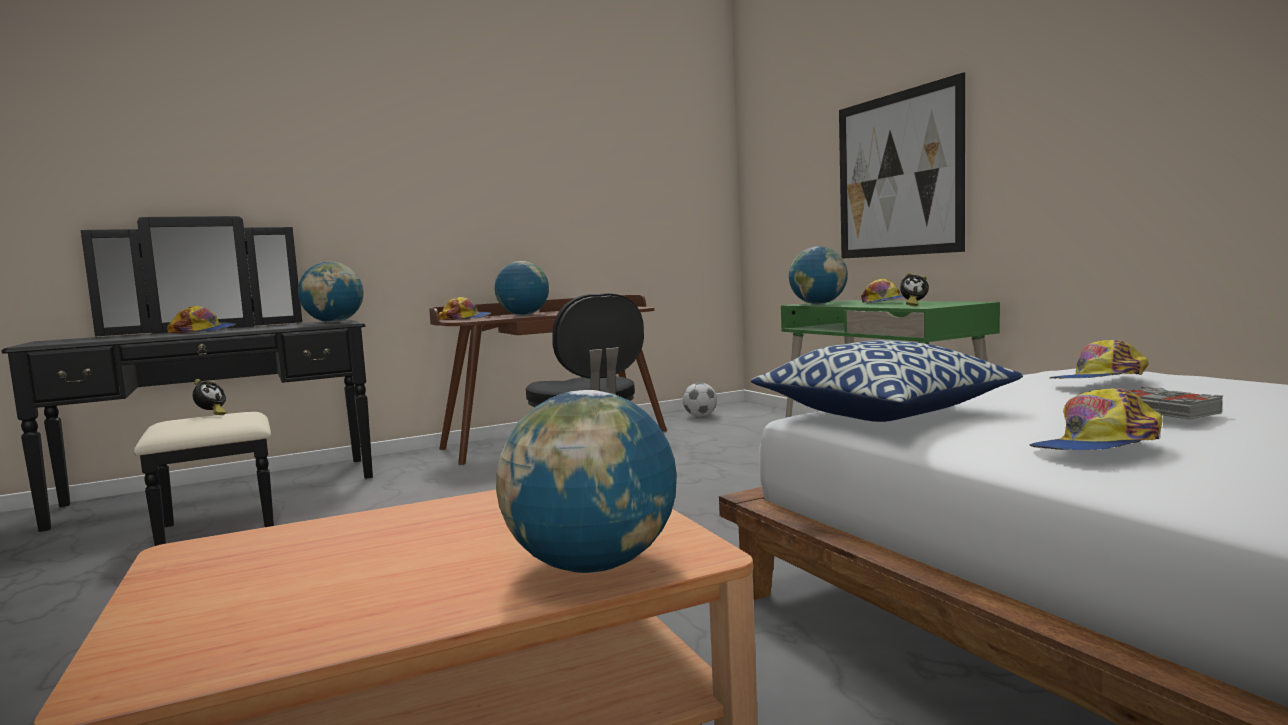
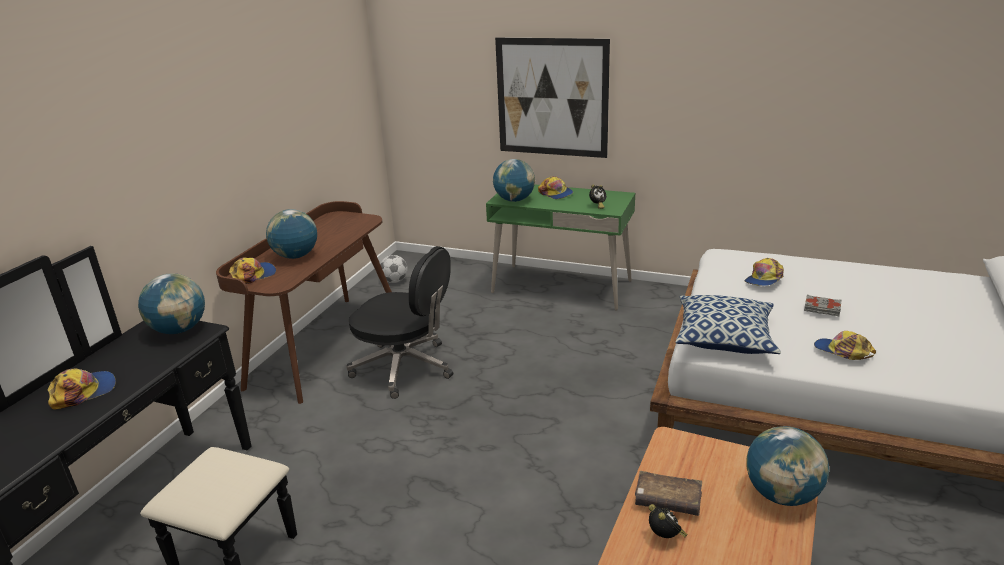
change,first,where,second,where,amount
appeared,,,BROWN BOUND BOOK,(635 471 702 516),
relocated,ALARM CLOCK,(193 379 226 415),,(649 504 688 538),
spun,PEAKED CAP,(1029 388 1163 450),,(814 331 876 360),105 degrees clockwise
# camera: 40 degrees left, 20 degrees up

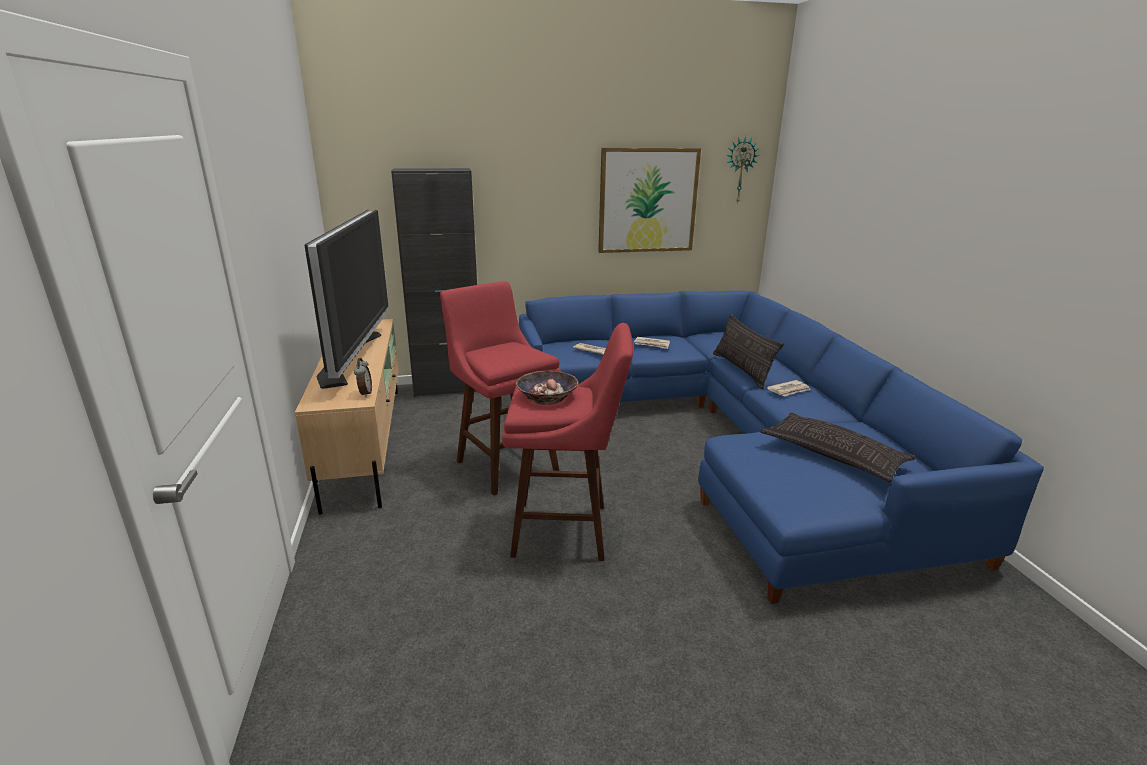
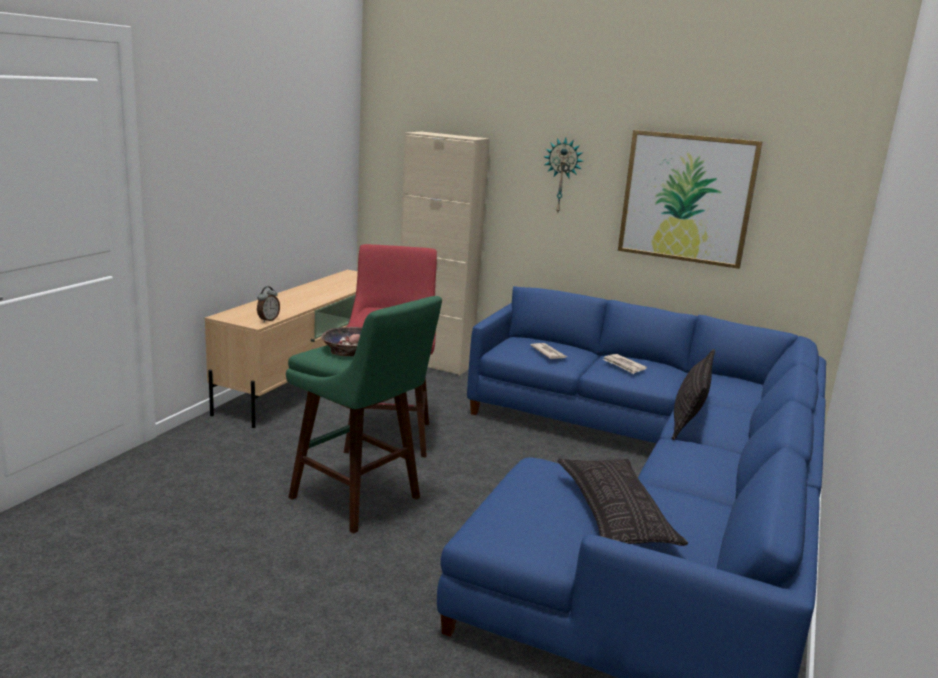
change,first,where,second,where,amount
missing,TV,(304 210 388 389),,,
missing,PRINTED PAPER,(767 380 810 396),,,
relocated,HANGING CLOCK,(726 136 760 204),,(544 138 583 212),
colour,BLACK CUPBOARD,(391 168 477 397),BEIGE CUPBOARD,(400 132 490 376),
colour,REDDISH STOOL,(502 323 633 561),GREEN-COLOURED STOOL,(286 296 442 534),
# camera: 35 degrees right, 5 degrees down

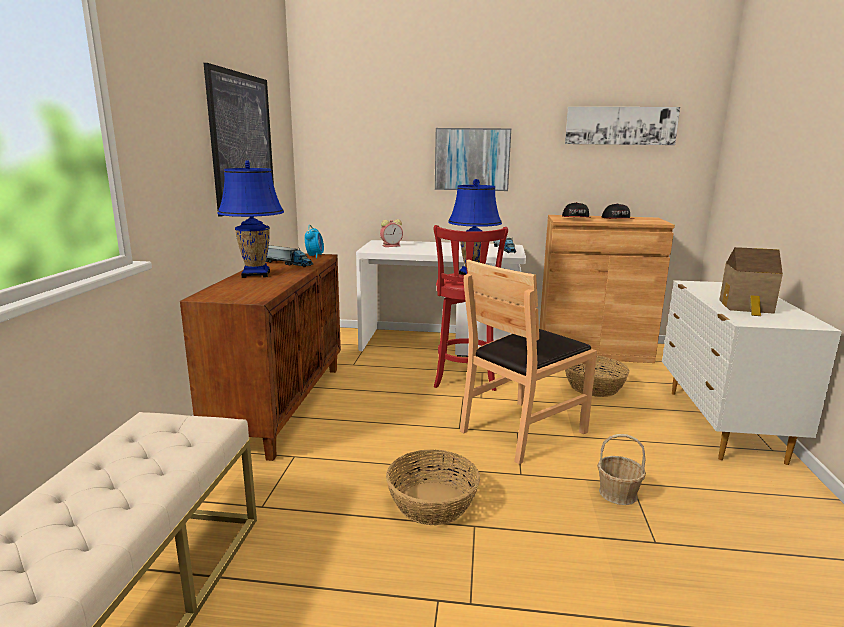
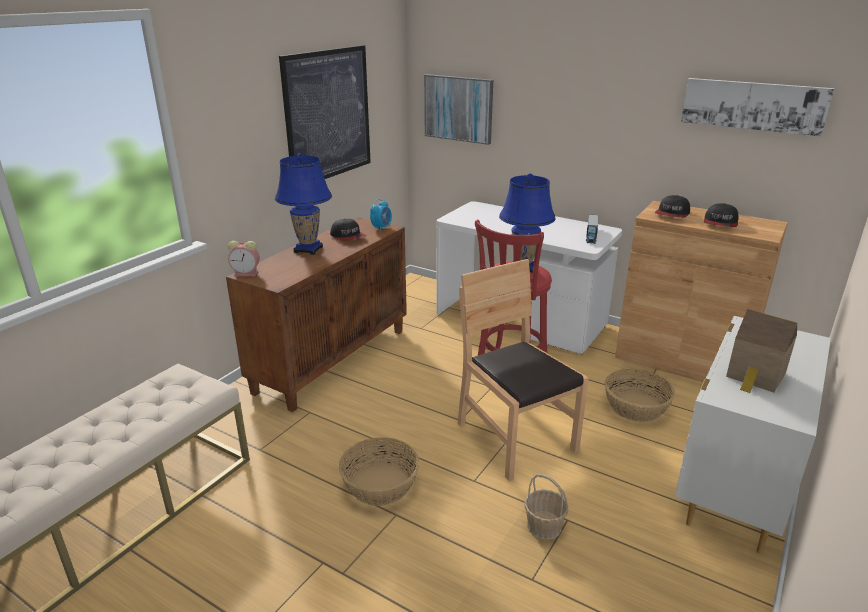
change,first,where,second,where,amount
relocated,ALARM CLOCK,(380 219 403 247),,(228 241 260 276),
relocated,WALL ART,(435 128 511 191),,(424 74 493 145),
exchanged,TOY LORRY,(266 245 313 267),PEAKED CAP,(330 219 366 241),
spun,BROWN CHAIR,(460 259 597 464),,(458 259 589 481),75 degrees clockwise
# camera: 25 degrees right, 10 degrees up

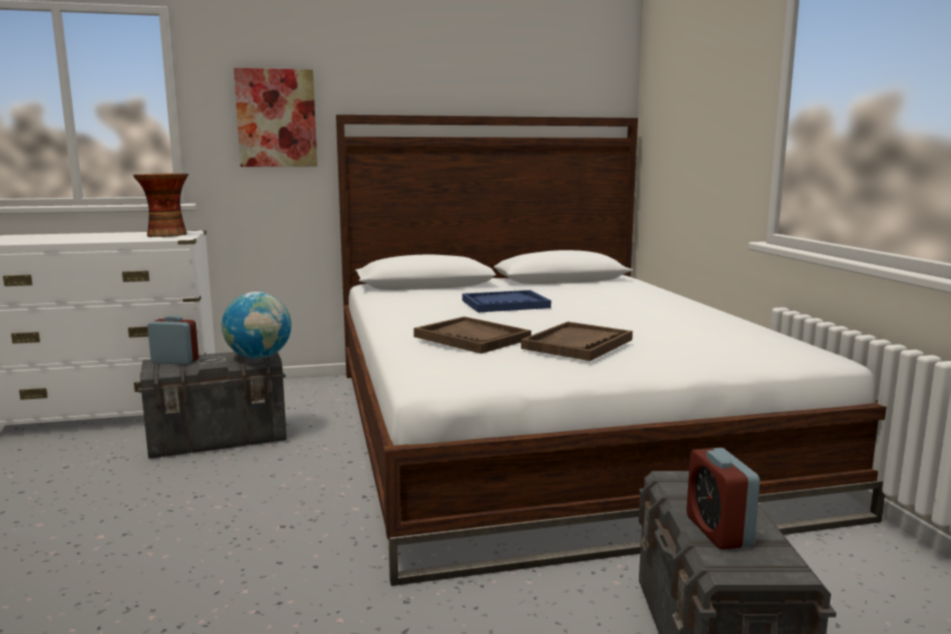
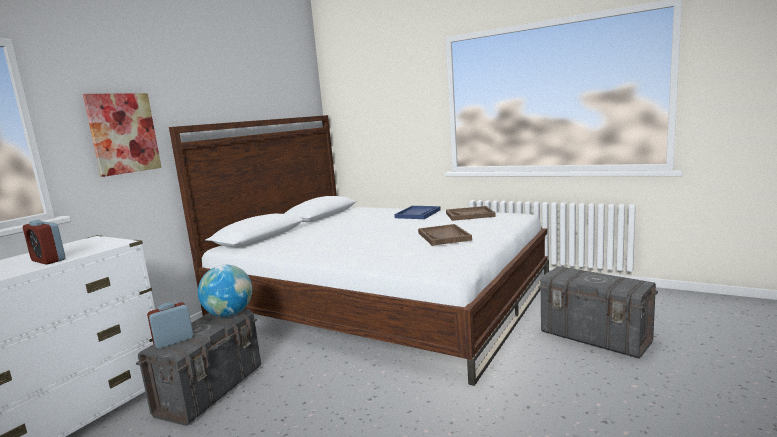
change,first,where,second,where,amount
missing,VASE,(133 173 189 237),,,
relocated,BROWN CARRYING TRAY,(414 317 531 354),,(446 206 496 221),
relocated,BLUE CARRYING TRAY,(462 290 551 312),,(394 206 441 219),
relocated,ALARM CLOCK,(686 448 760 550),,(23 220 66 265),
# camera: 45 degrees left, 0 degrees up

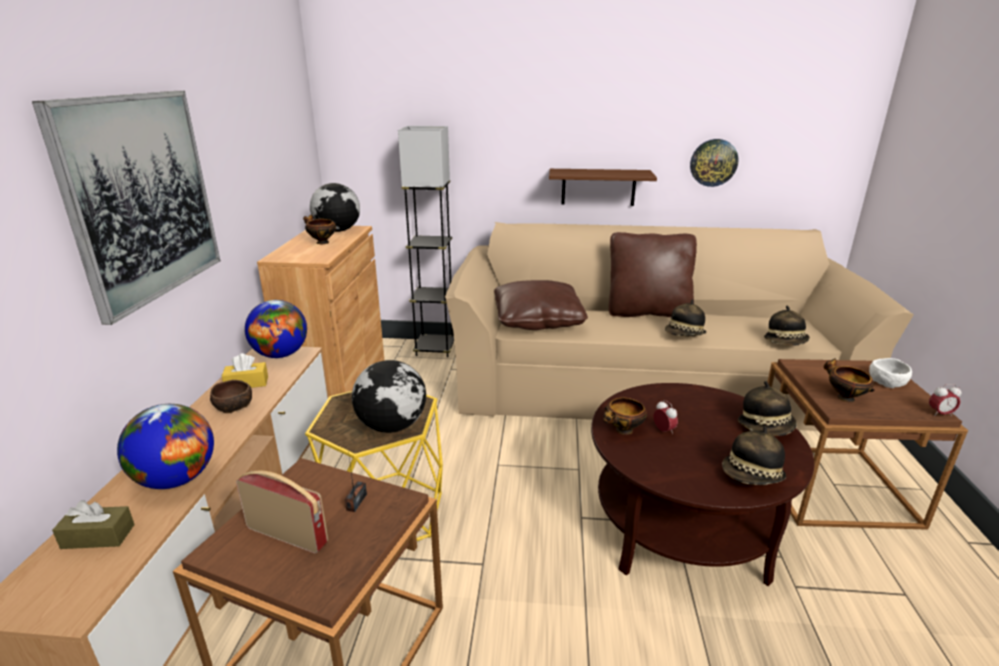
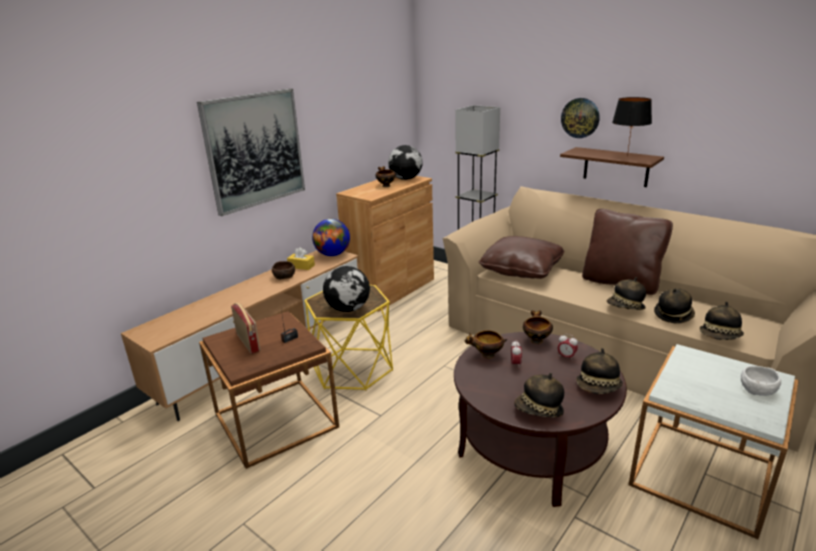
change,first,where,second,where,amount
missing,BROWN BOX OF TISSUES,(52 500 135 549),,,
missing,WORLD GLOBE,(117 404 214 489),,,
appeared,,,BLACK TABLETOP LAMP,(612 97 652 156),
appeared,,,CLOTHING HAT,(654 288 695 324),
relocated,HANGING CLOCK,(690 139 739 187),,(561 98 600 138),
relocated,BOWL,(824 358 875 402),,(523 310 553 344),
relocated,ALARM CLOCK,(929 384 961 416),,(558 334 578 359),
colour,BROWN END TABLE,(767 359 968 530),WHITE END TABLE,(629 344 799 539),
# camera: 35 degrees right, 0 degrees up

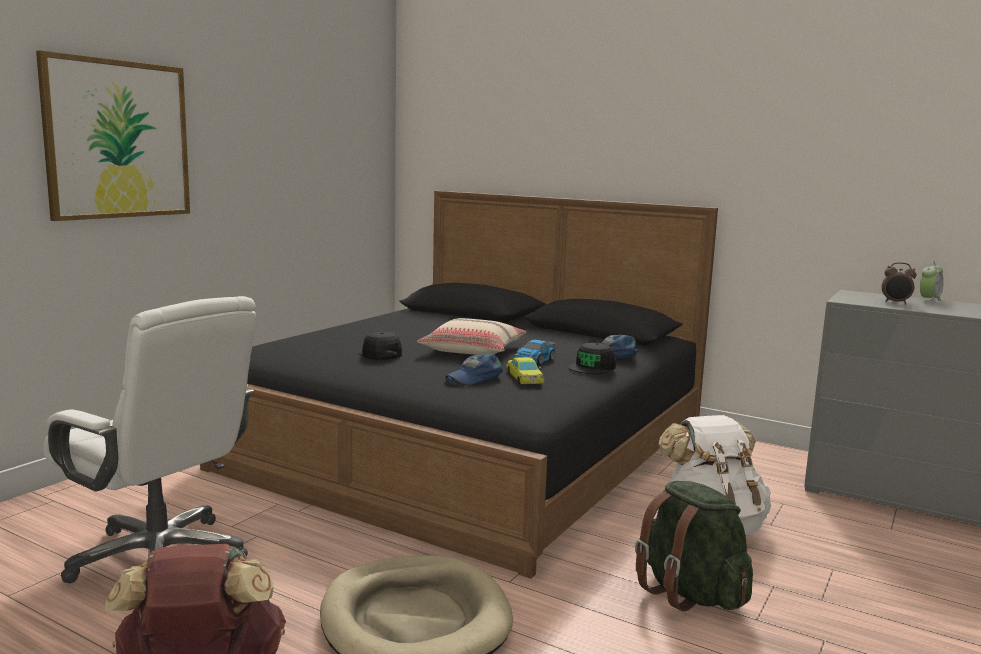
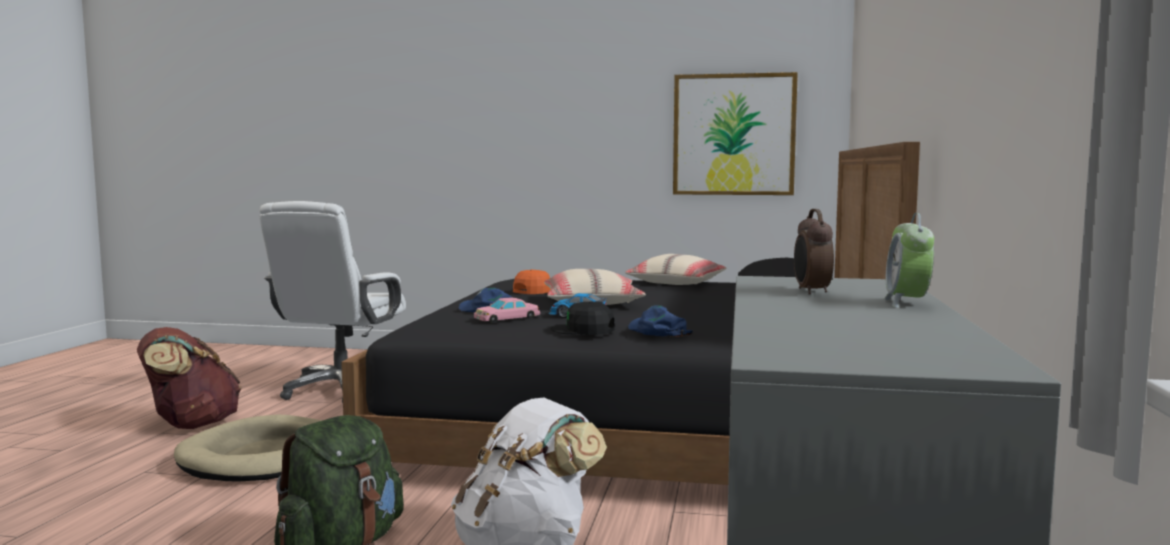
change,first,where,second,where,amount
appeared,,,BEIGE THROW PILLOW,(625 254 727 285),
relocated,WALL ART,(36 50 190 221),,(673 72 798 195),
colour,BLACK PEAKED CAP,(358 332 402 360),ORANGE-COLOURED PEAKED CAP,(513 269 551 294),
colour,YELLOW MINIATURE CAR,(506 357 544 384),PINK MINIATURE CAR,(474 297 540 323),
spun,ALARM CLOCK,(920 261 944 303),,(883 213 934 308),75 degrees clockwise
# camera: 70 degrees right, 5 degrees down

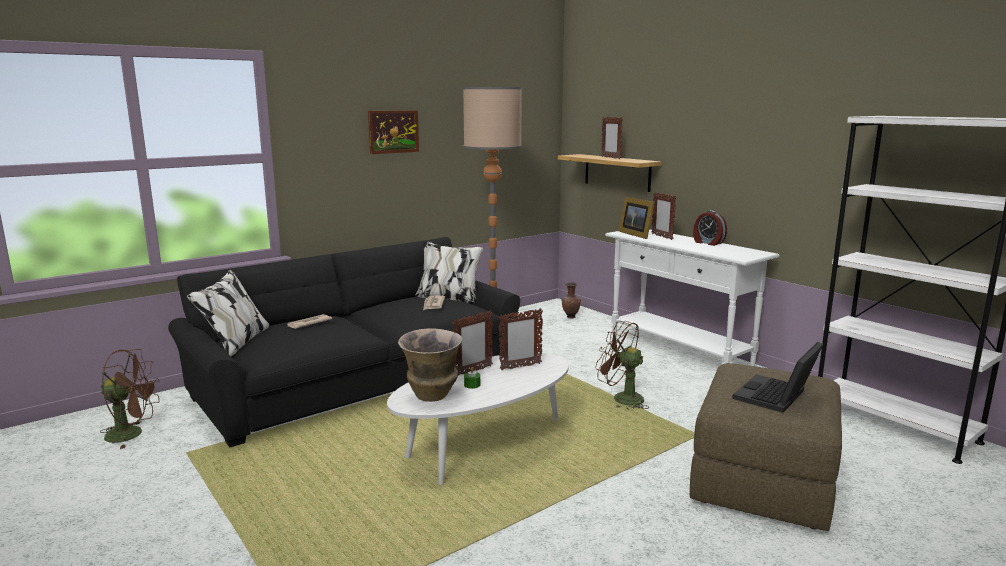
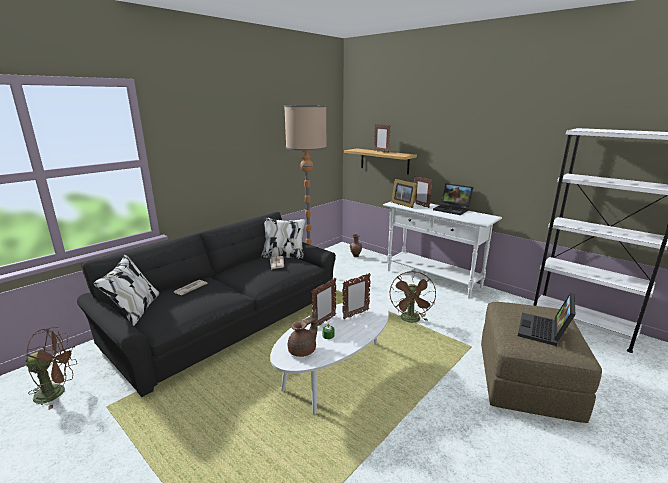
change,first,where,second,where,amount
missing,WALL ART,(368 110 419 154),,,
exchanged,VASE,(398 328 463 402),BROWN TEAPOT,(288 309 318 357),
exchanged,ALARM CLOCK,(693 211 727 246),NOTEBOOK COMPUTER,(433 183 473 215),
spun,BROWN COOLING FAN,(595 321 649 410),,(390 271 436 323),105 degrees counterclockwise
# camera: 10 degrees left, 5 degrees up

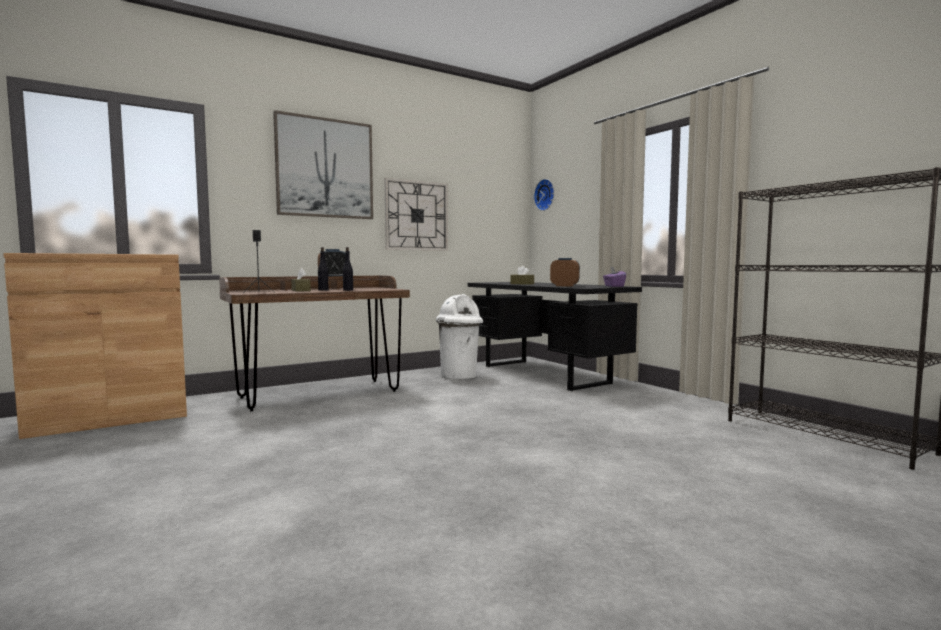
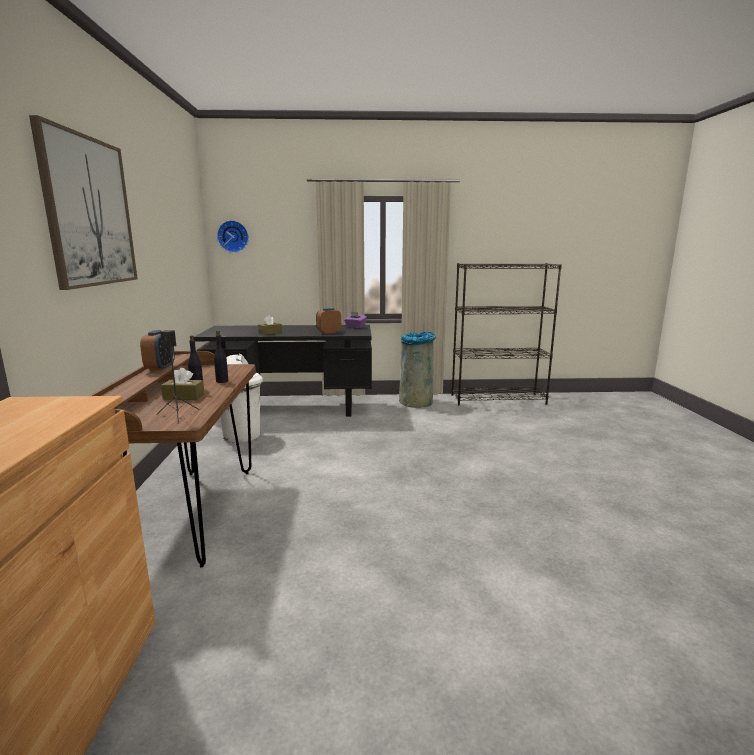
change,first,where,second,where,amount
missing,HANGING CLOCK,(385 178 448 251),,,
appeared,,,GRAY TRASH CAN,(399 332 436 408),
# camera: 60 degrees left, 10 degrees up

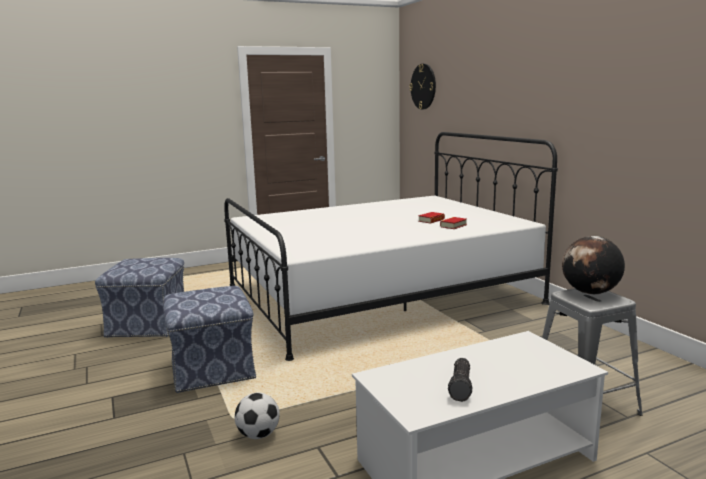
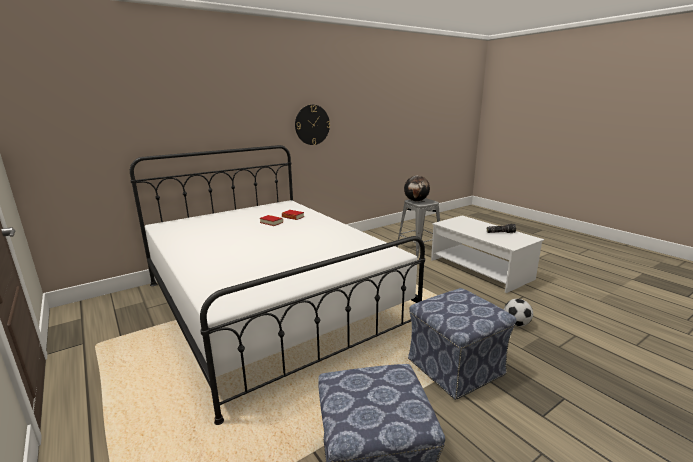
change,first,where,second,where,amount
relocated,HANGING CLOCK,(409 64 436 109),,(295 105 330 145),
# camera: 100 degrees left, 5 degrees up

